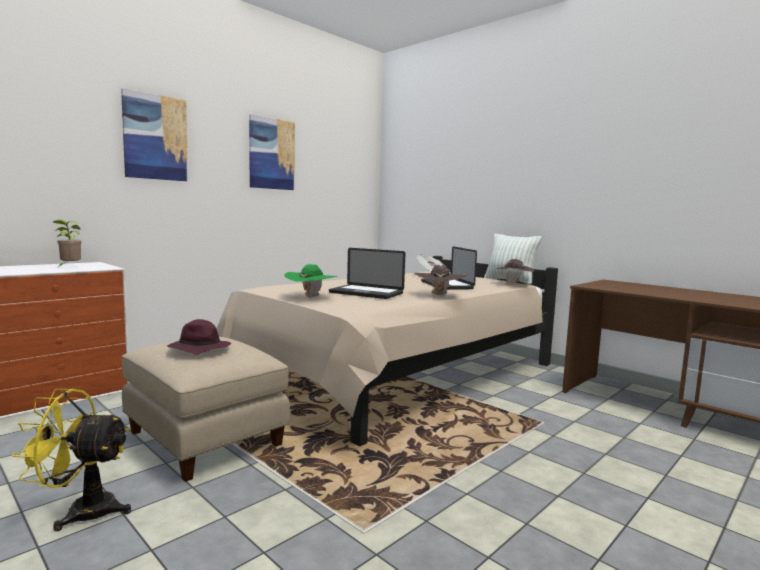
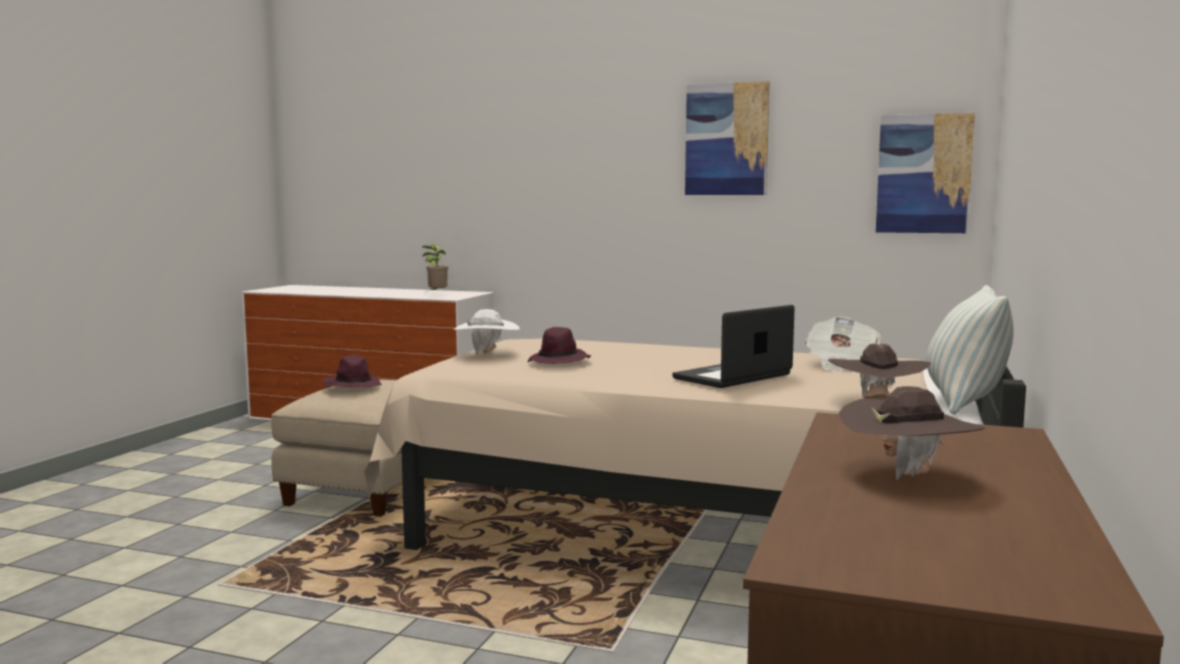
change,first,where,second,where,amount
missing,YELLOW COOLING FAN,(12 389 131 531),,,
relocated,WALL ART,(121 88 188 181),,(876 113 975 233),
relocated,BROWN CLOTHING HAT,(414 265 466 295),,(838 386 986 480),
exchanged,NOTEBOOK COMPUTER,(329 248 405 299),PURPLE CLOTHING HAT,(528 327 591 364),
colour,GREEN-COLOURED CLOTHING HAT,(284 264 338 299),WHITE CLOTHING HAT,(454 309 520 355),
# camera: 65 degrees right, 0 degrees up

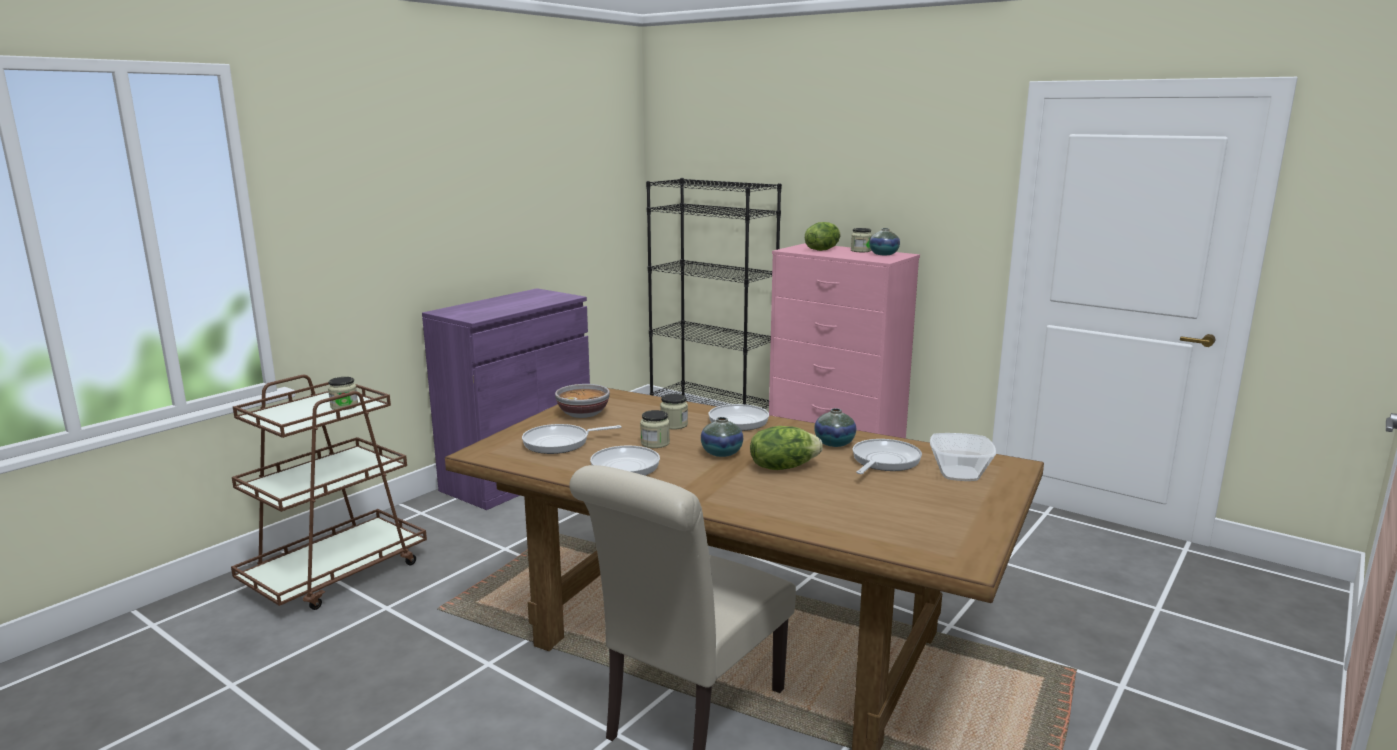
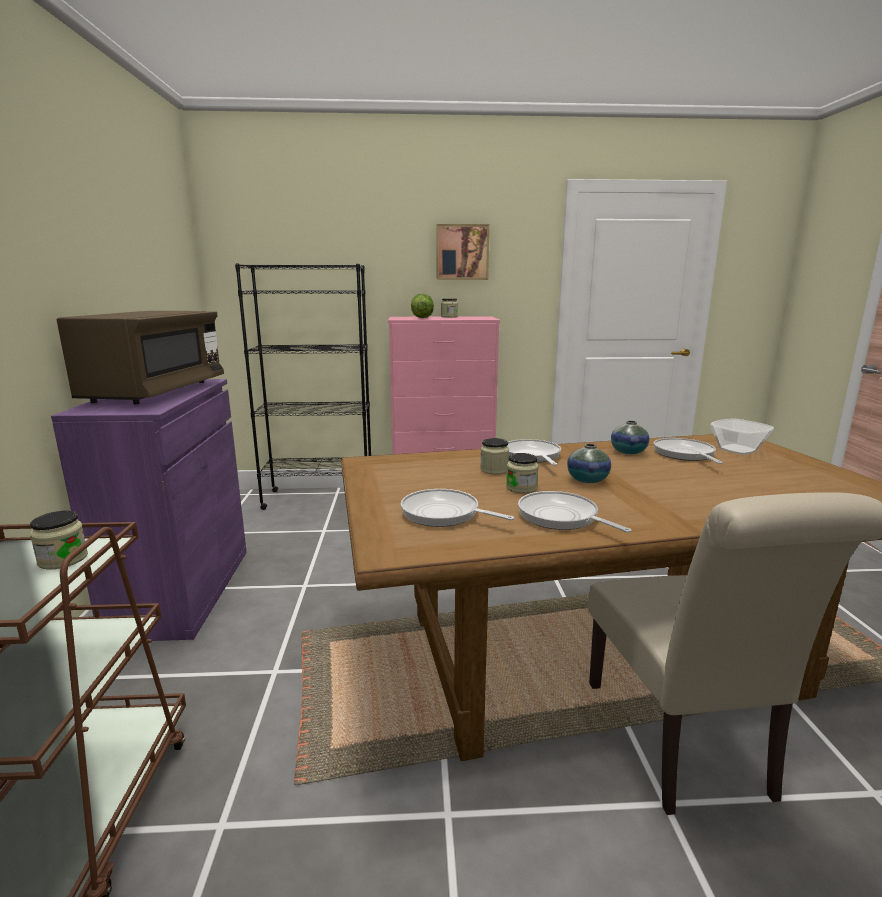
change,first,where,second,where,amount
missing,BOWL,(555 384 610 418),,,
missing,HEAD OF LETTUCE,(750 426 823 470),,,
missing,VASE,(869 228 900 255),,,
appeared,,,BROWN MICROWAVE OVEN,(57 311 224 404),
appeared,,,WALL ART,(436 224 490 280),
spun,SKILLET,(522 424 621 454),,(401 489 514 527),90 degrees clockwise
# camera: 40 degrees left, 0 degrees up

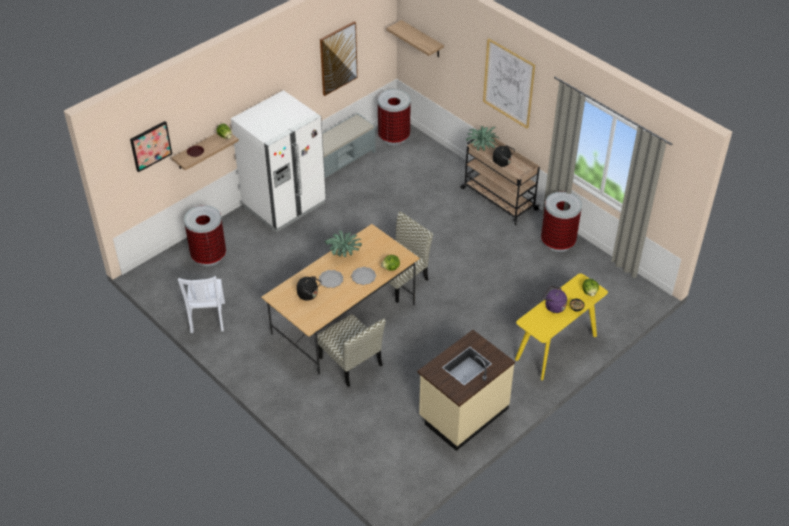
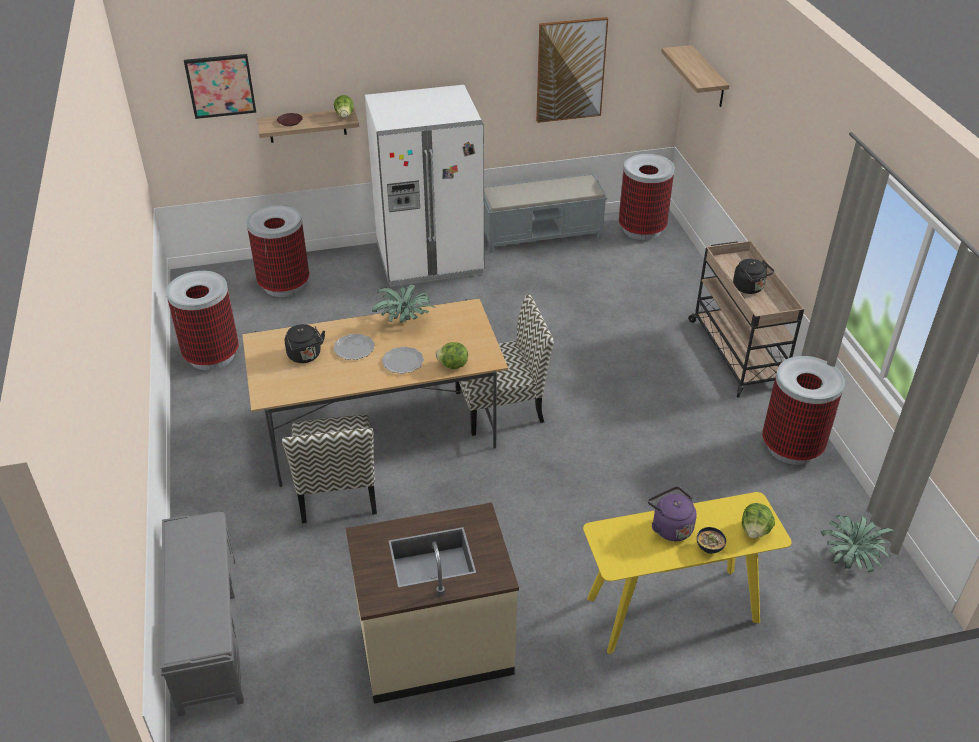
change,first,where,second,where,amount
missing,WALL ART,(483 39 535 129),,,
appeared,,,GRAY INDOOR BENCH,(161 512 244 716),
relocated,POTTED PLANT,(466 126 500 151),,(820 515 893 573),
exchanged,WHITE CHAIR,(178 276 225 333),TRASH CAN,(166 271 239 370),
# camera: 30 degrees right, 5 degrees down

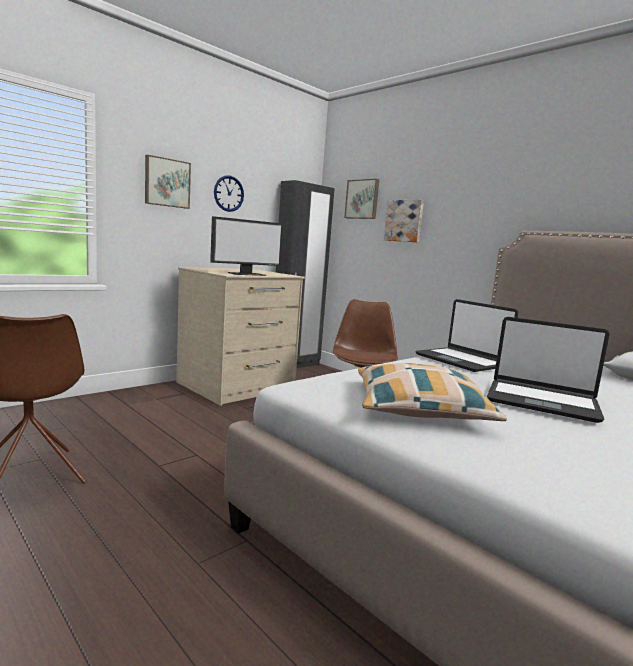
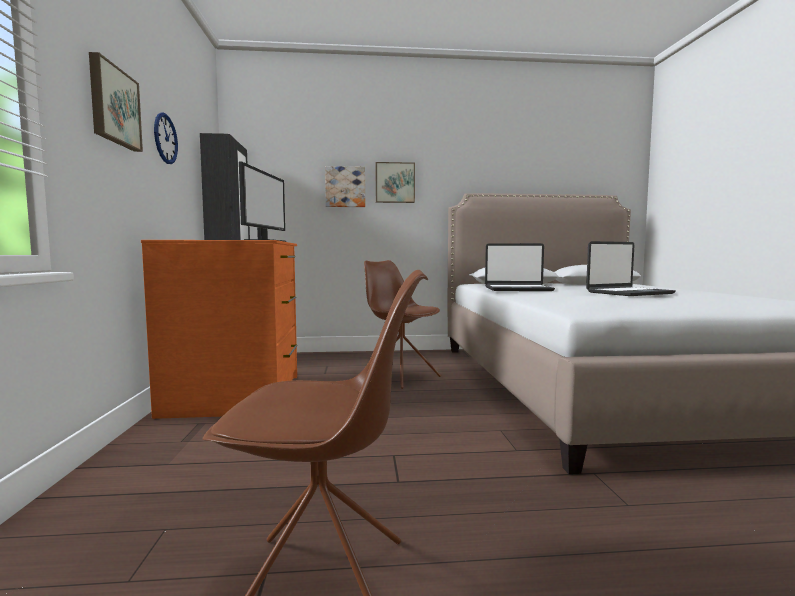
change,first,where,second,where,amount
missing,THROW PILLOW,(358 363 507 421),,,
relocated,WALL ART,(344 179 379 219),,(376 162 415 203),
colour,BEIGE CHEST OF DRAWERS,(176 267 305 406),ORANGE-COLOURED CHEST OF DRAWERS,(141 240 297 419),
# camera: 50 degrees left, 5 degrees down

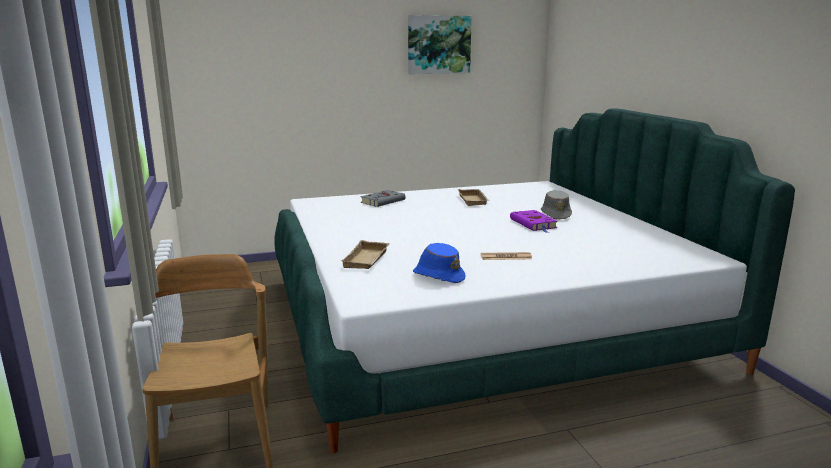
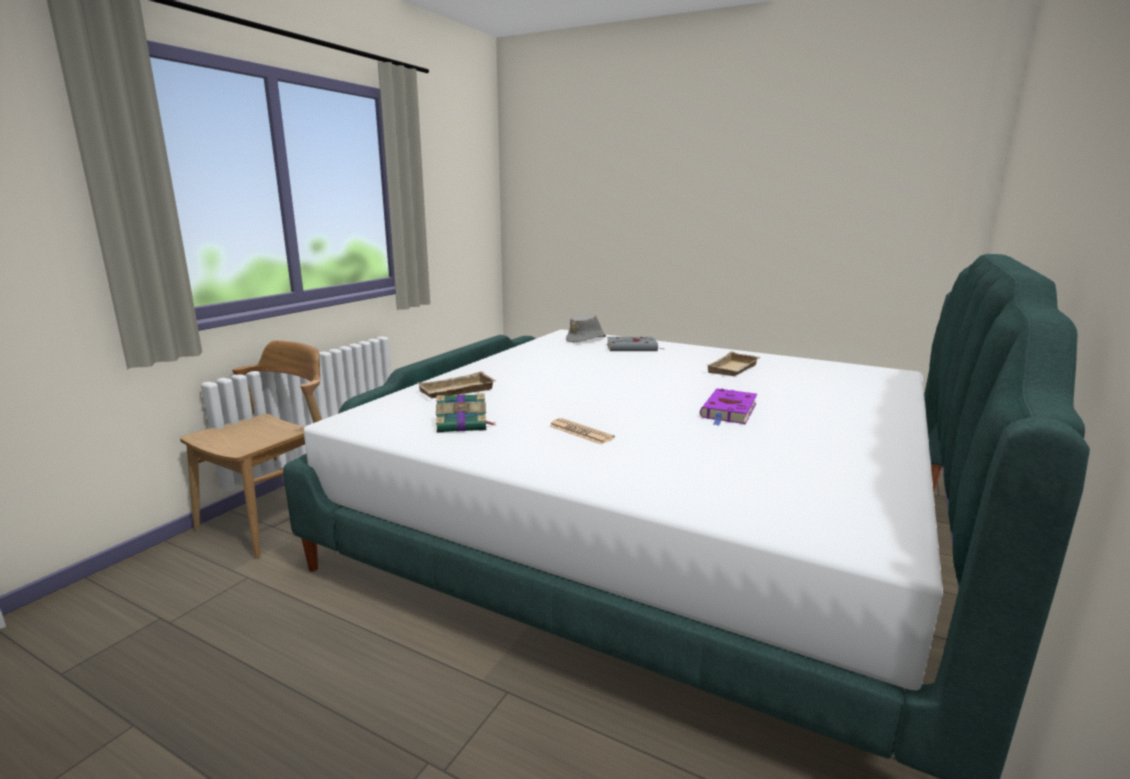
change,first,where,second,where,amount
missing,WALL ART,(408 15 472 74),,,
relocated,GRAY CLOTHING HAT,(541 190 572 219),,(566 314 606 342),
exchanged,BLUE CLOTHING HAT,(413 243 466 283),BOUND BOOK,(436 393 495 433),
# camera: 45 degrees right, 0 degrees up

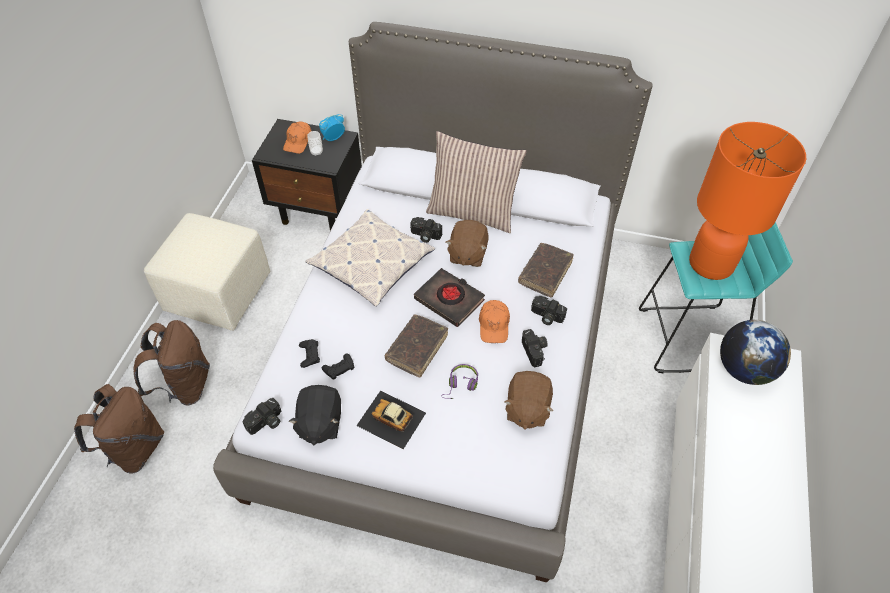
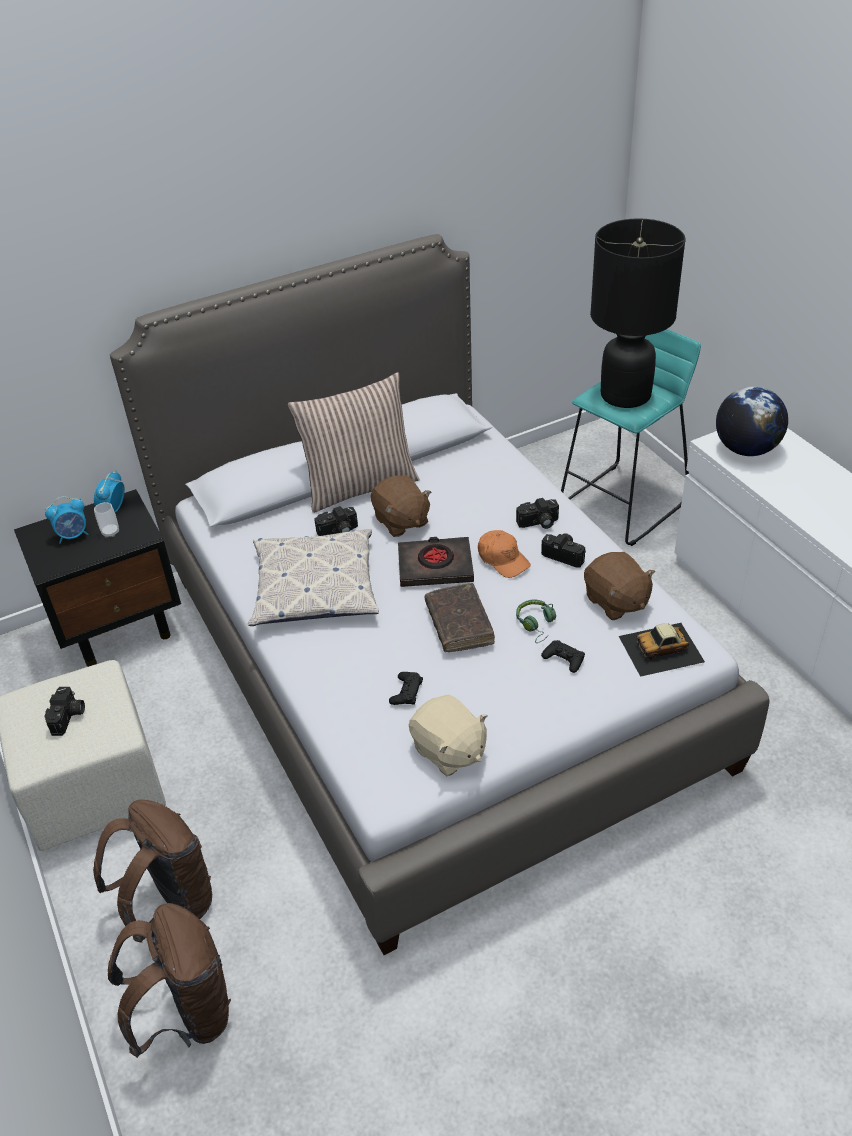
change,first,where,second,where,amount
missing,BROWN BOUND BOOK,(518 243 574 297),,,
relocated,PHOTO CAMERA,(242 398 281 435),,(44 687 85 736),
relocated,BLACK GAME CONTROLLER,(299 339 320 368),,(541 640 585 673),
relocated,MINIATURE CAR,(356 391 426 449),,(619 623 705 677),
exchanged,ORANGE-COLOURED PEAKED CAP,(283 122 311 154),ALARM CLOCK,(45 496 89 544),
colour,BLACK SOFT TOY,(289 385 341 445),BEIGE SOFT TOY,(409 695 488 776),
colour,PURPLE HEADPHONES,(441 364 478 399),GREEN-COLOURED HEADPHONES,(516 599 556 643),
colour,ORANGE-COLOURED TABLETOP LAMP,(689 122 806 280),BLACK TABLETOP LAMP,(590 218 685 408),
# camera: 40 degrees left, 10 degrees down

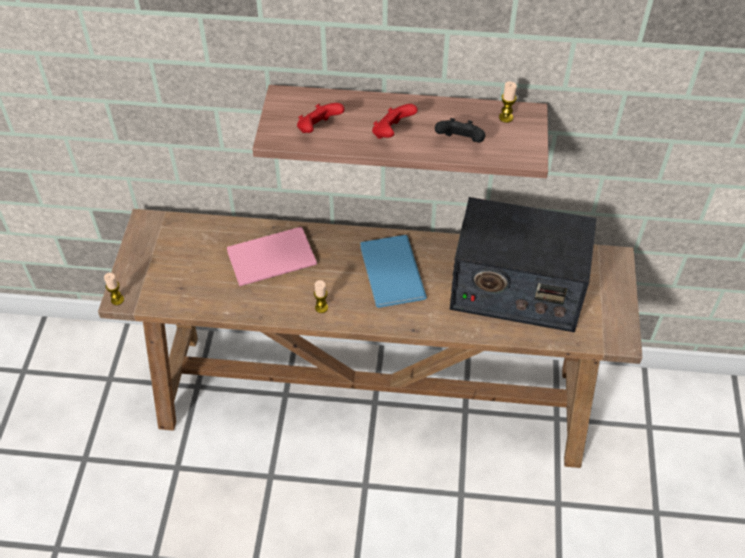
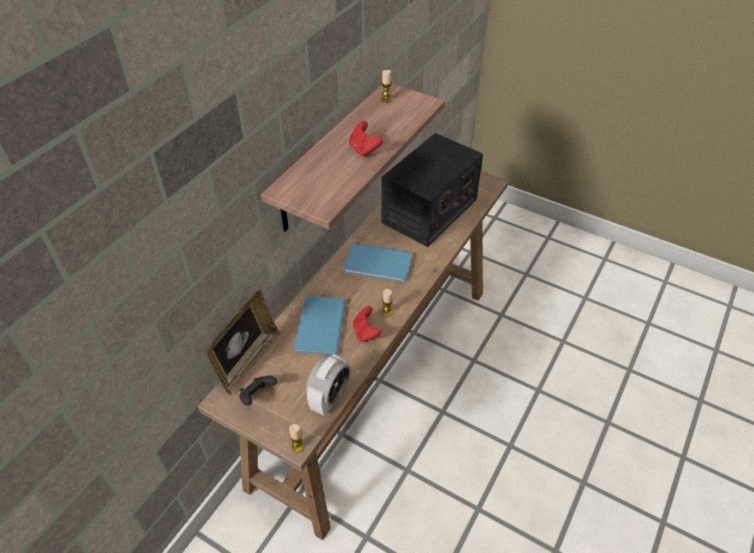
change,first,where,second,where,amount
appeared,,,STANDING FRAME,(206 290 280 395),
appeared,,,ALARM CLOCK,(306 354 350 416),
relocated,REDDISH GAME CONTROLLER,(297 103 345 133),,(353 306 382 342),
relocated,BLACK GAME CONTROLLER,(435 118 485 143),,(239 375 277 406),
colour,PINK BOUND BOOK,(227 227 317 286),BLUE BOUND BOOK,(294 296 346 355),
# camera: 65 degrees left, 5 degrees down

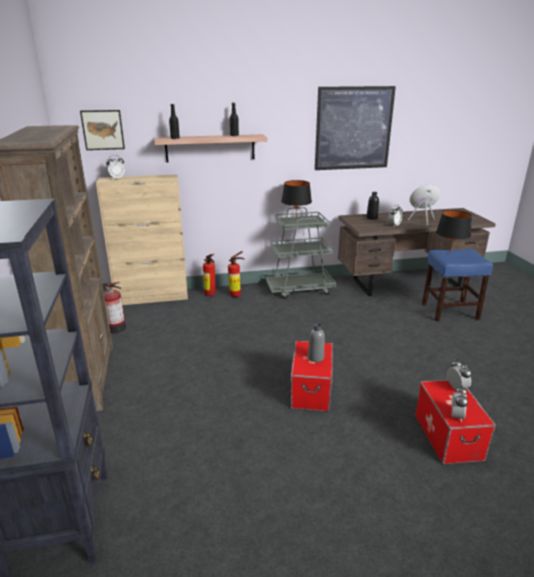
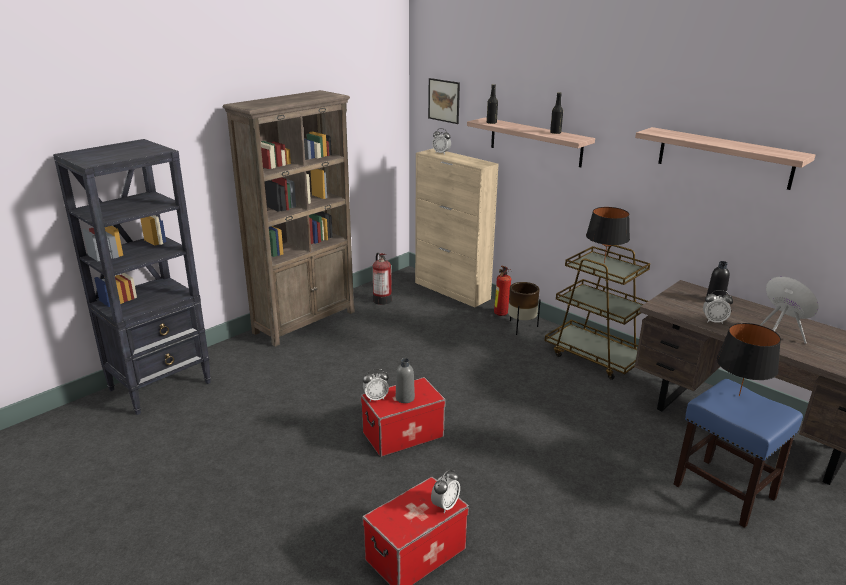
change,first,where,second,where,amount
relocated,ALARM CLOCK,(452 386 468 422),,(363 369 389 401),
exchanged,FIRE-FIGHTING CYLINDER,(228 251 245 297),BROWN FLOWER POT,(508 282 541 335),
exchanged,WALL ART,(315 86 396 170),WALL SHELF,(635 127 815 190),
colour,GRAY TROLLEY,(265 207 336 299),BROWN TROLLEY,(545 245 650 380),
# camera: 55 degrees right, 0 degrees up

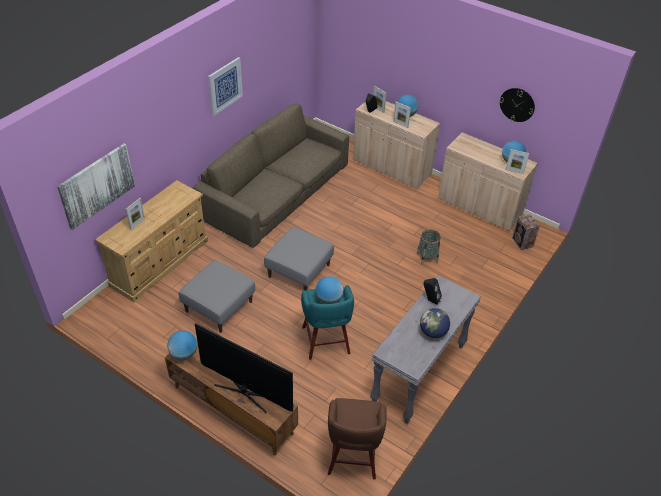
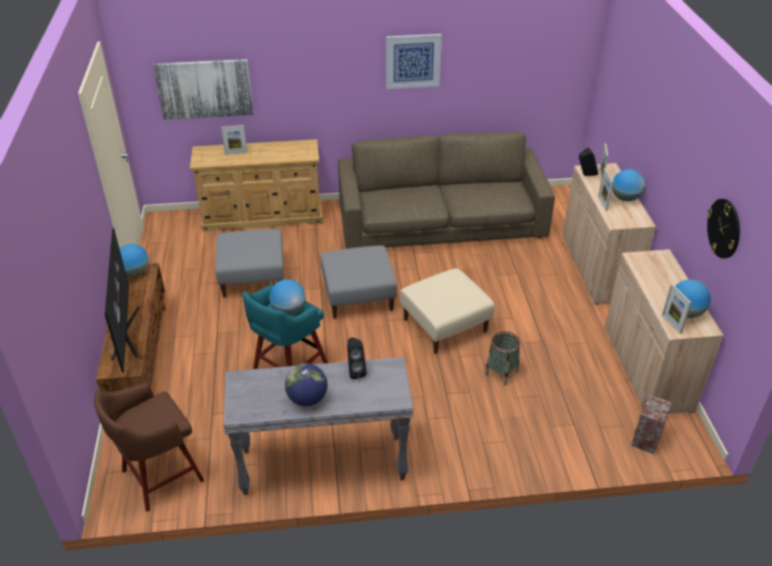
change,first,where,second,where,amount
appeared,,,BEIGE POUFFE,(400 268 495 354),
# camera: 50 degrees right, 5 degrees down

